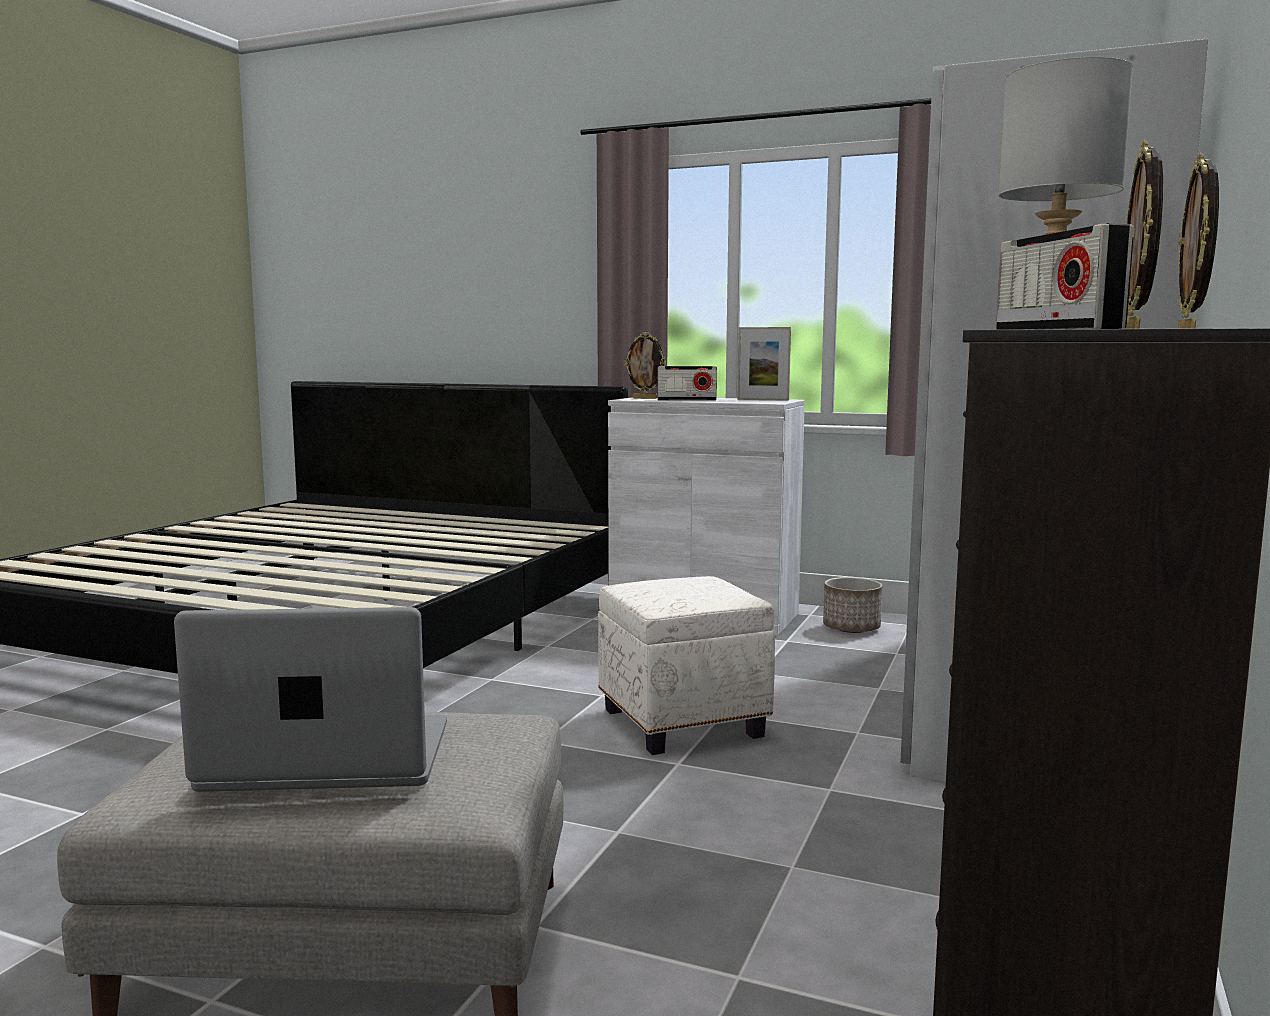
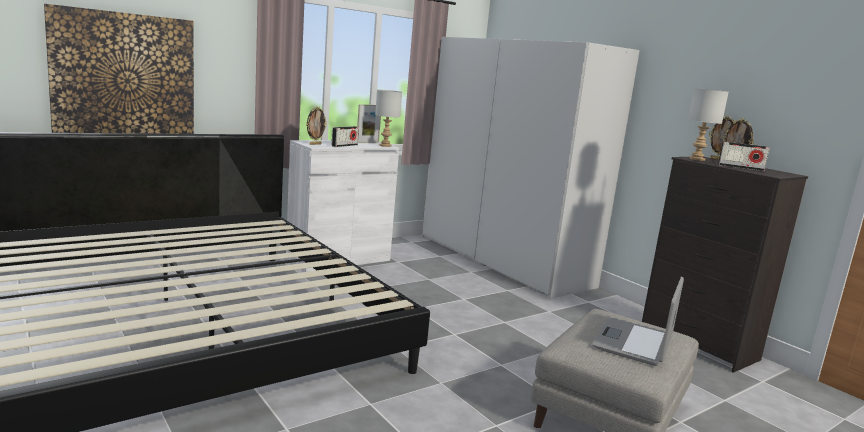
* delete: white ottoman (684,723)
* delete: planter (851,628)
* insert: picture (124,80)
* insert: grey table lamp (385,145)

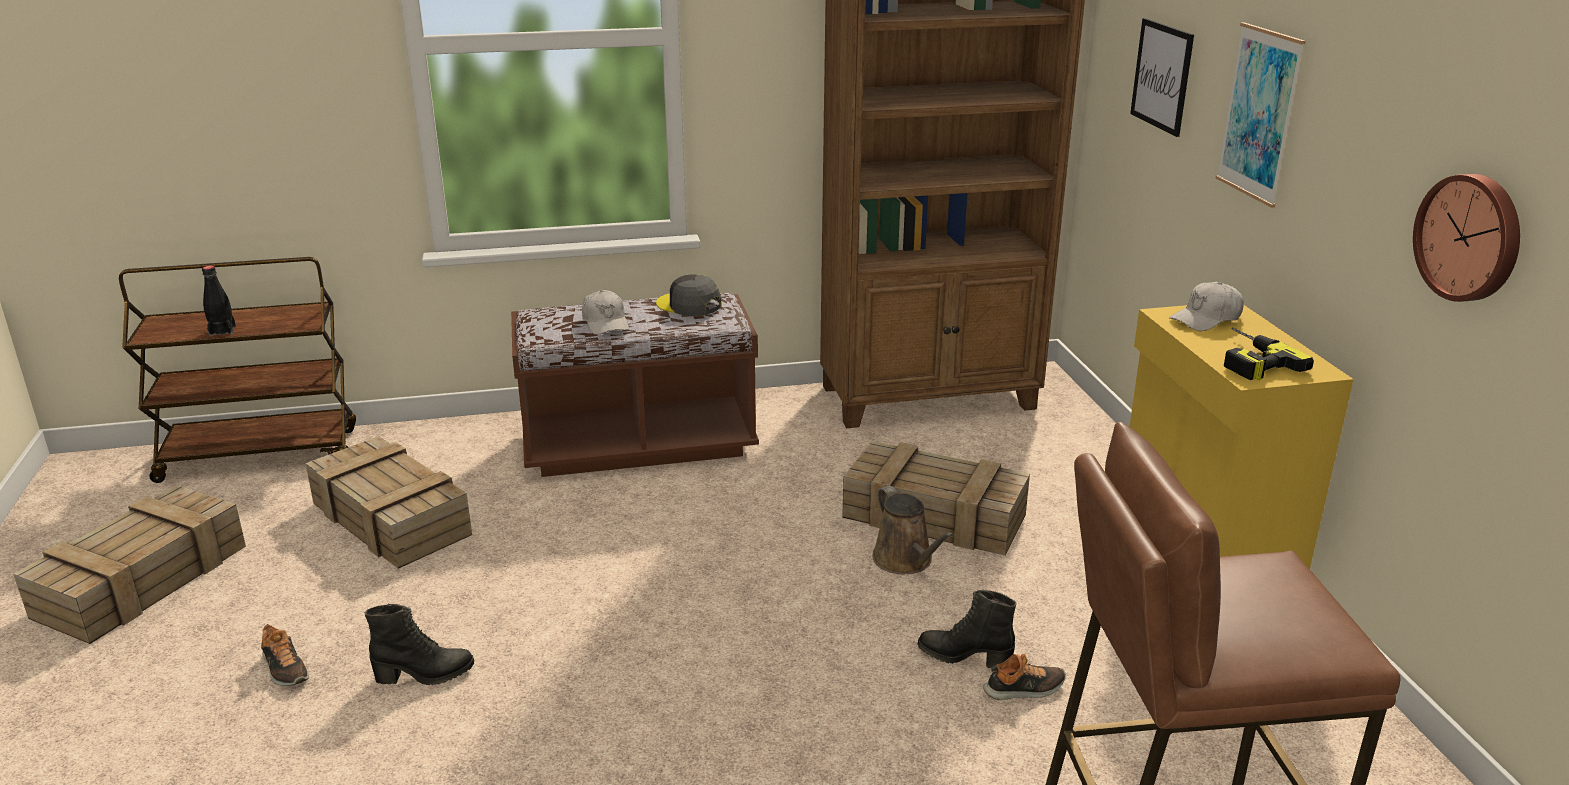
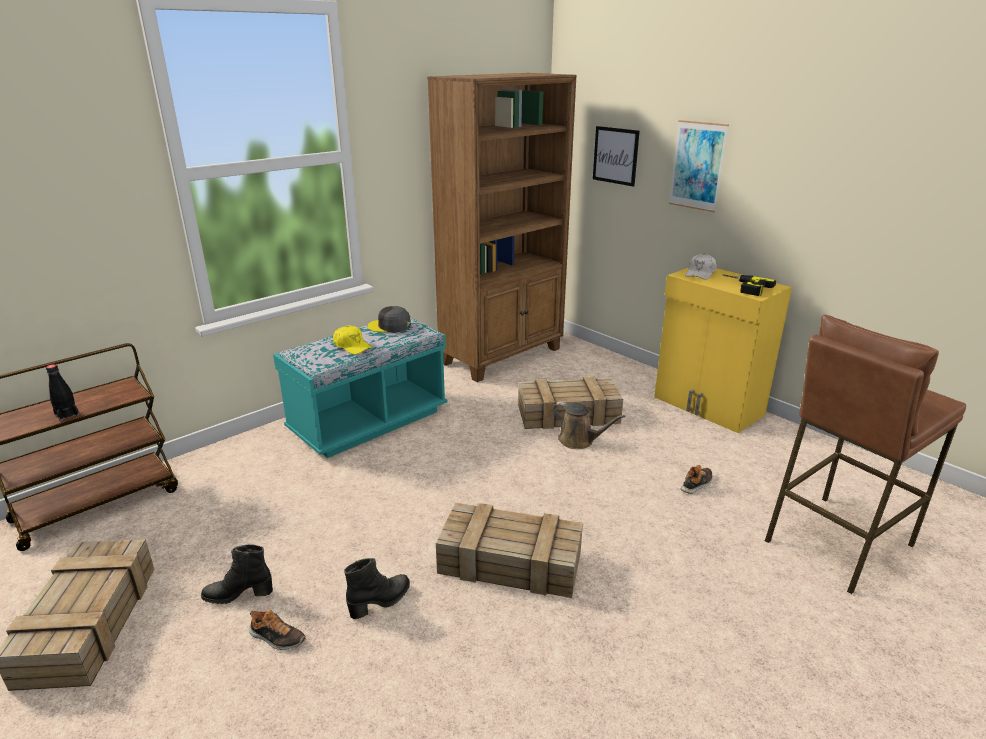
* move: crate (388,518) to (507,562)
* recolor: brown bench (639,444) to turquoise bench (369,422)
* recolor: white cap (606,322) to yellow cap (352,346)
* move: black boot (964,657) to (238,594)
* delete: wall clock (1470,237)

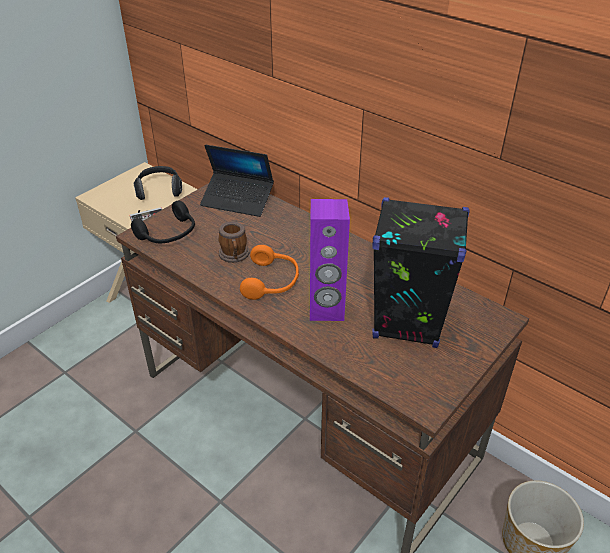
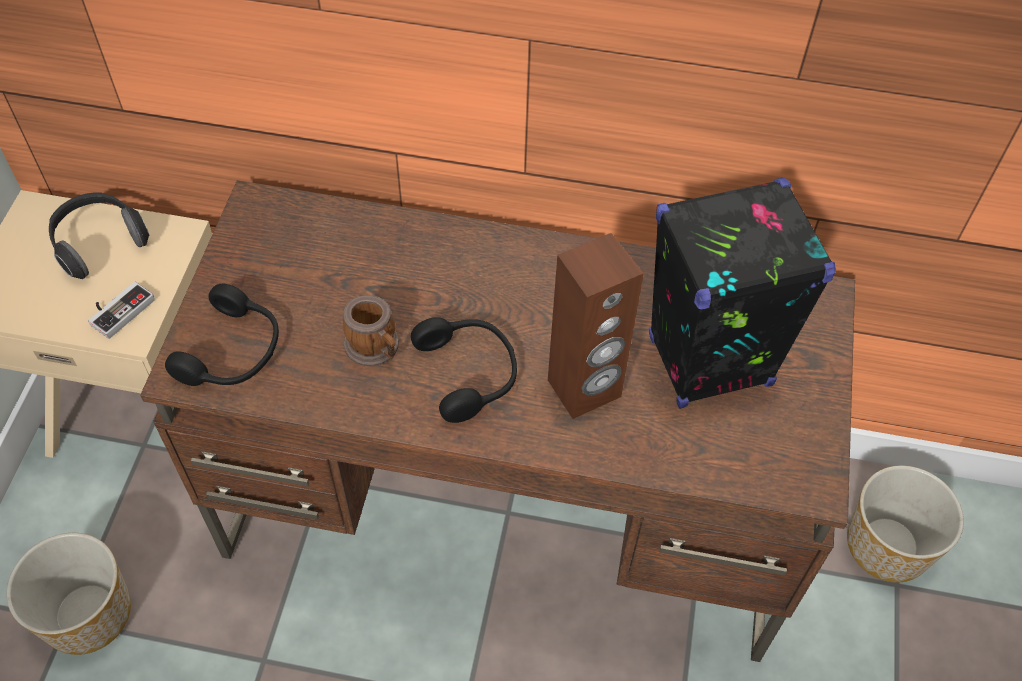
* delete: laptop (237,200)
* recolor: orange headphones (272,281) to black headphones (469,373)
* recolor: purple speaker (326,310) to brown speaker (584,389)
* insert: planter (86,613)

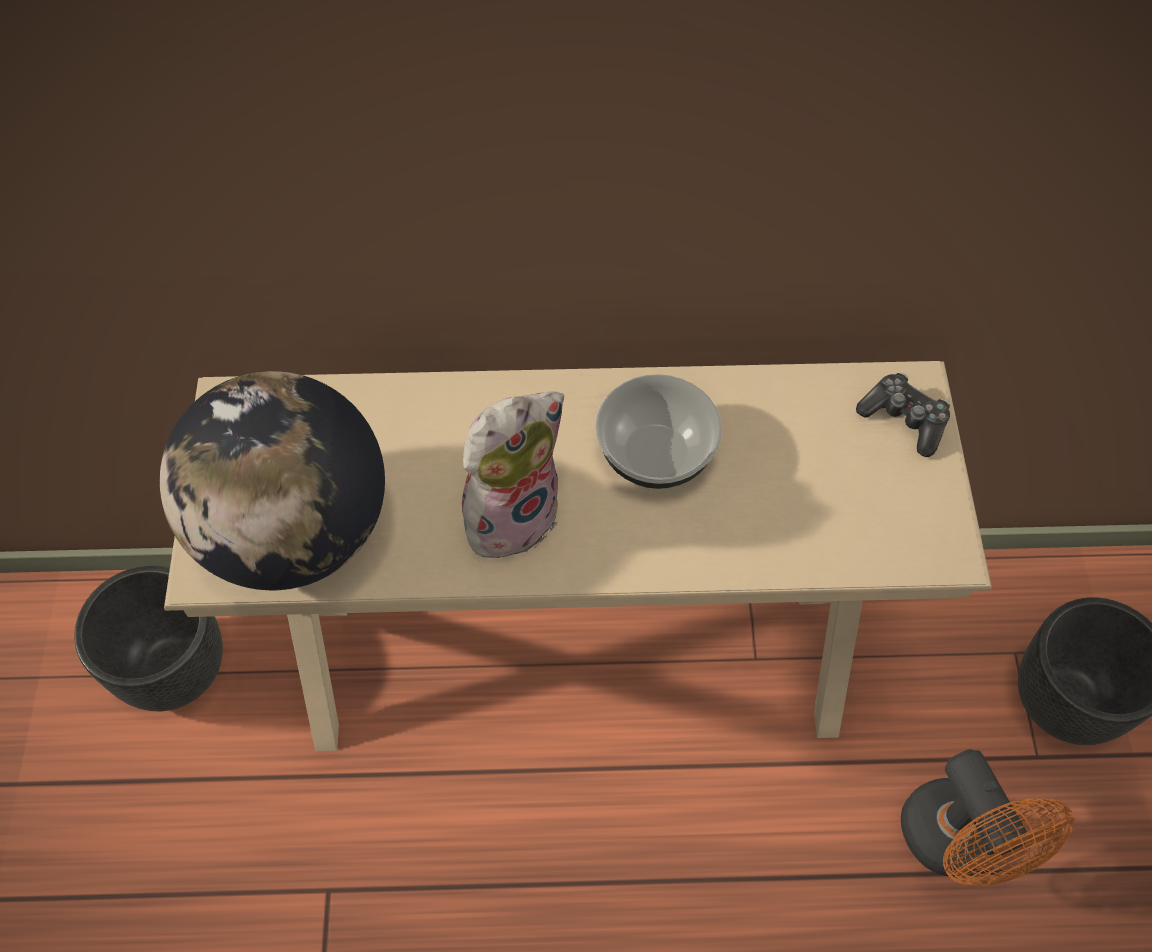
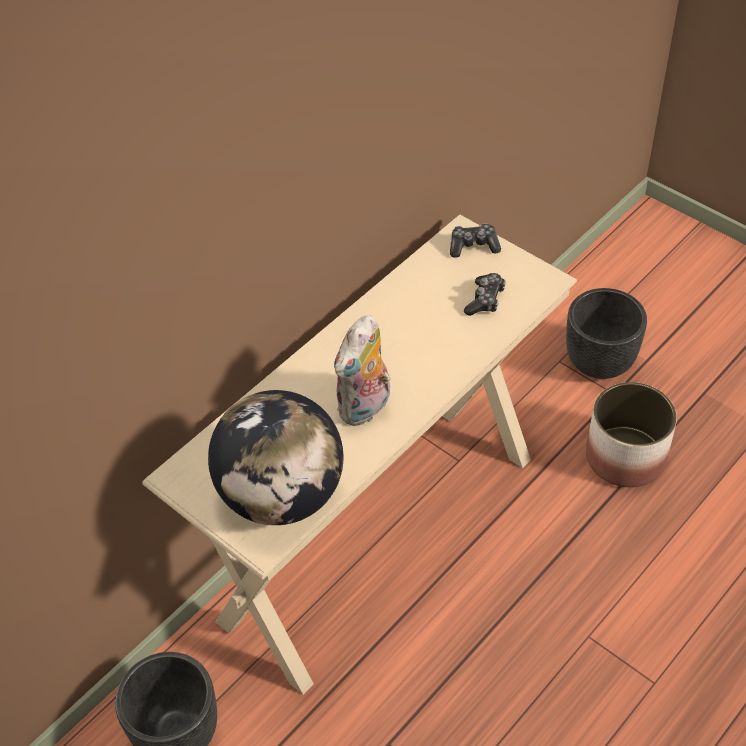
* rotate: plush toy (511,513) = (365,408) 150 degrees counterclockwise
* delete: bowl (654,453)
* replace: orange fan (957,845) to planter (625,456)
* insert: game controller (485,300)

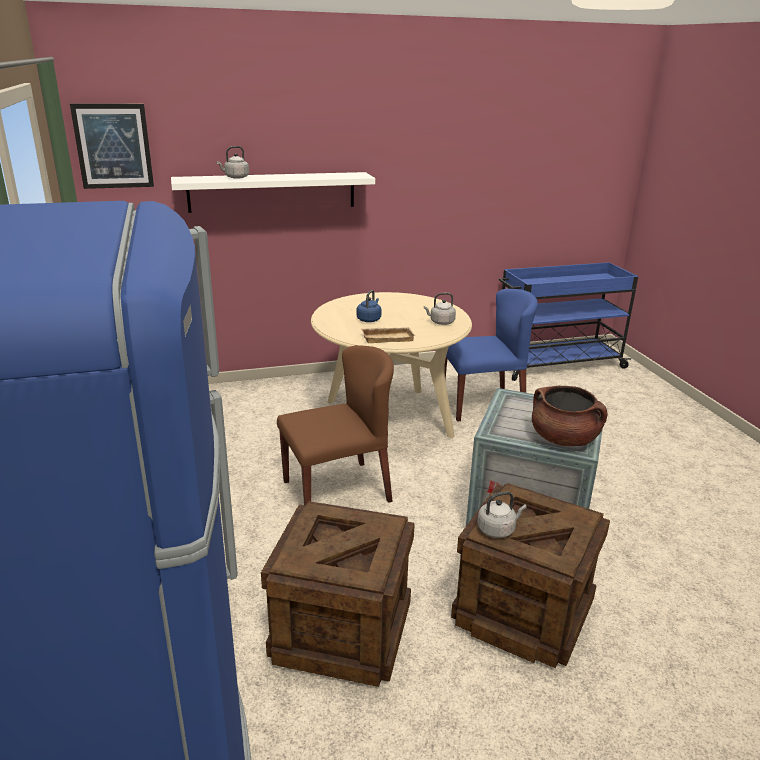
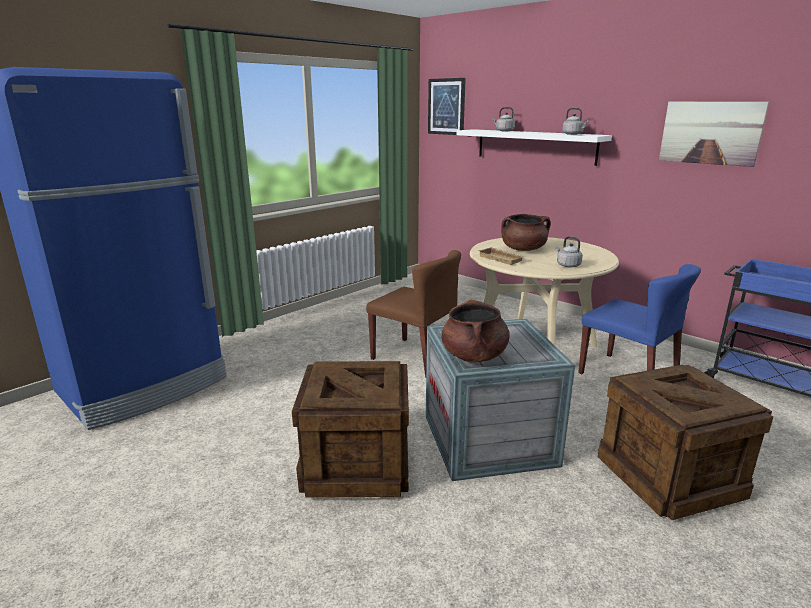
* move: crate (343,630) to (670,477)
* replace: blue kettle (369,319) to brown cooking pot (523,249)
* move: grey kettle (497,529) to (573,134)
* insert: picture (710,133)

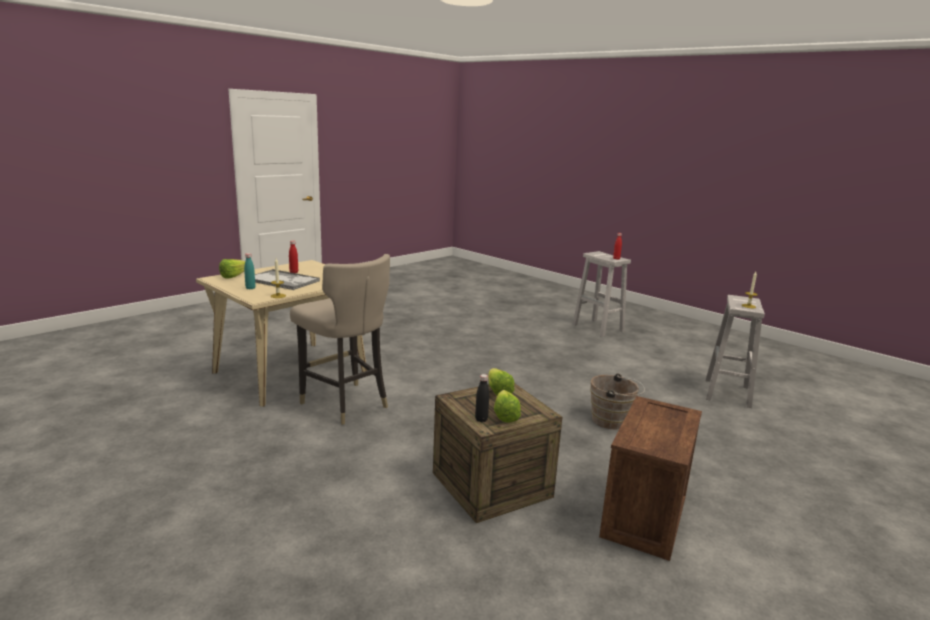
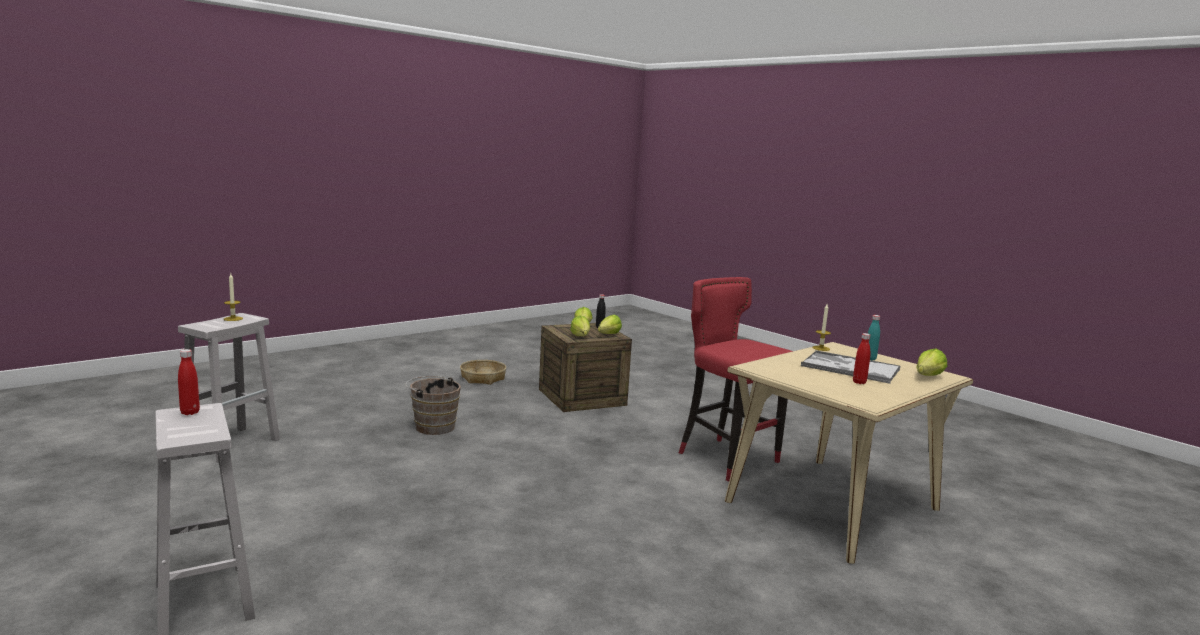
* recolor: beige stool (345,403) to red stool (728,459)
* replace: crate (645,518) to basket (482,378)
* insert: lettuce (606,335)

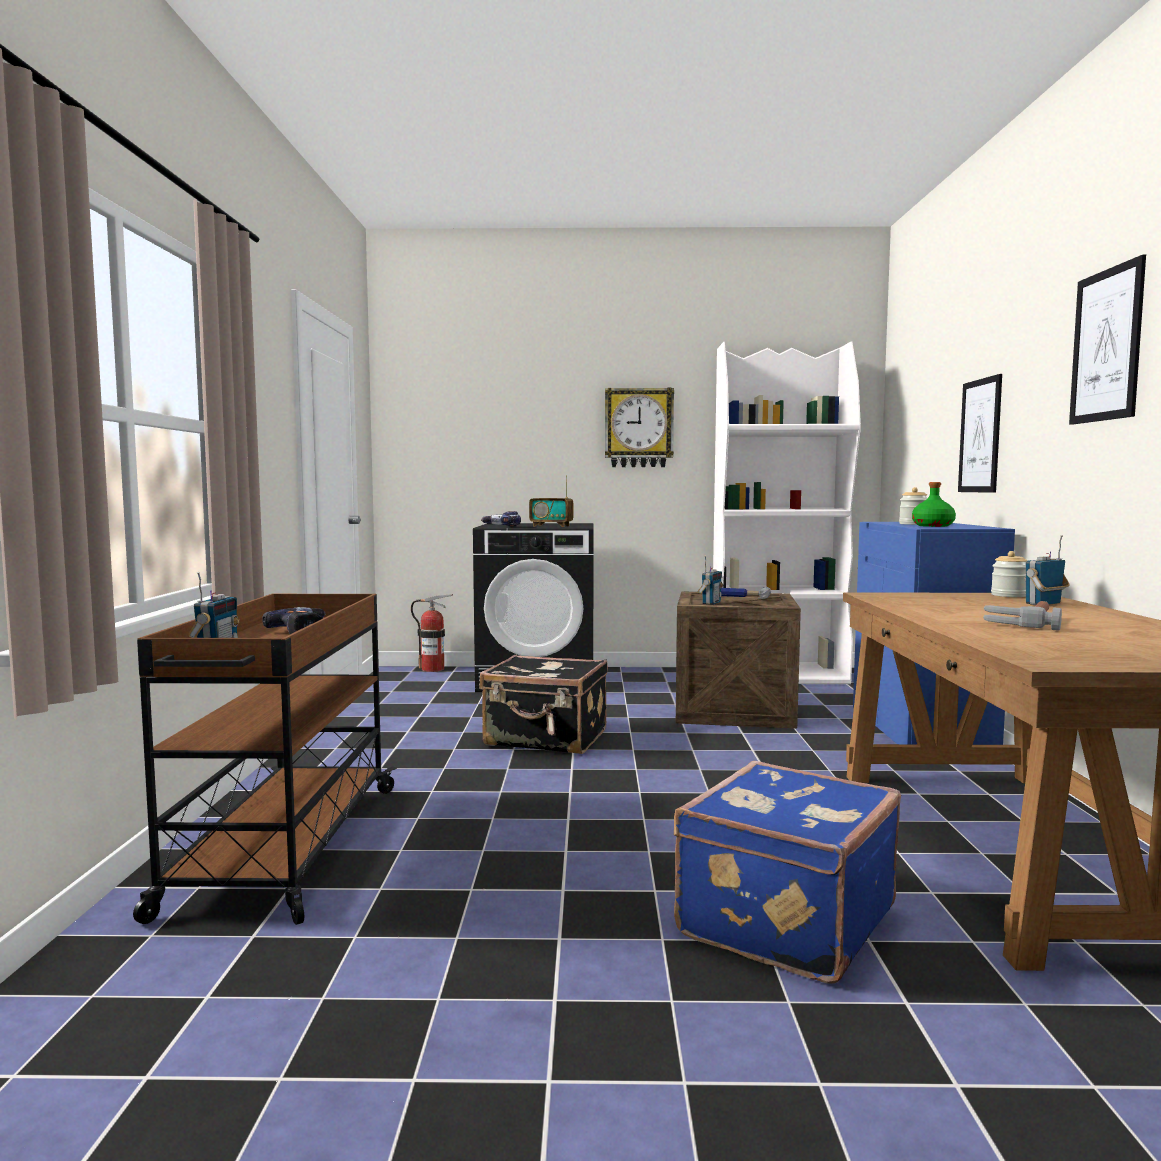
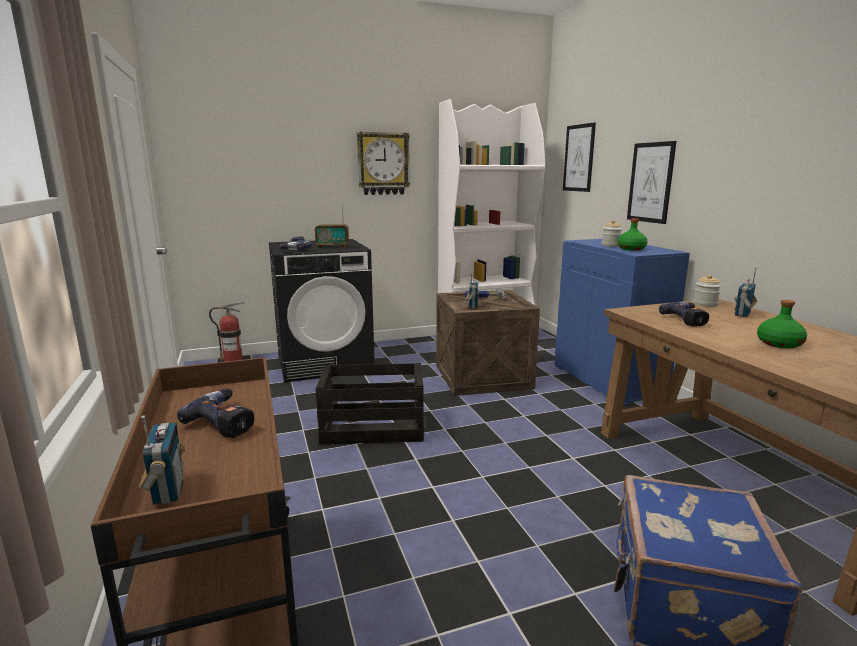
* replace: black suitcase (546,739) to crate (374,428)
* replace: hammer (1024,622) to green bottle (778,343)
* move: picture (1106,345) to (579,158)
* insert: power drill (688,320)

